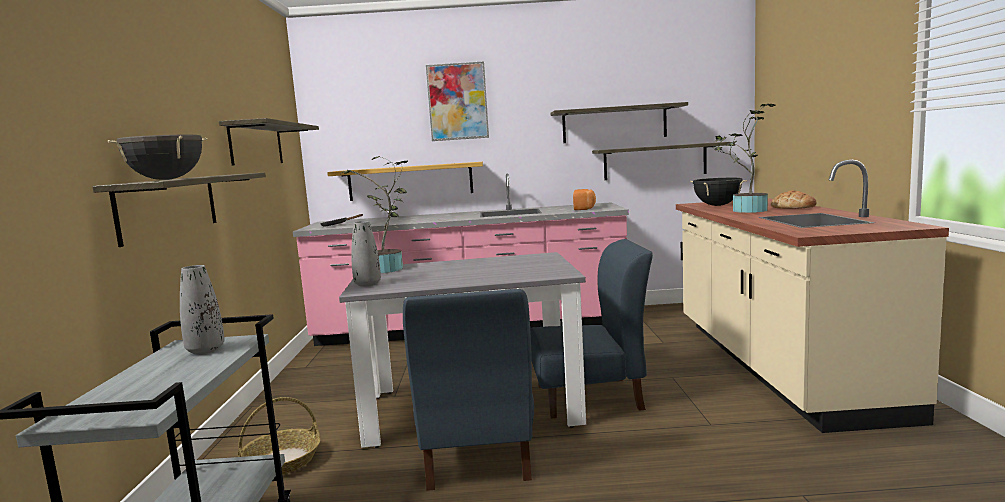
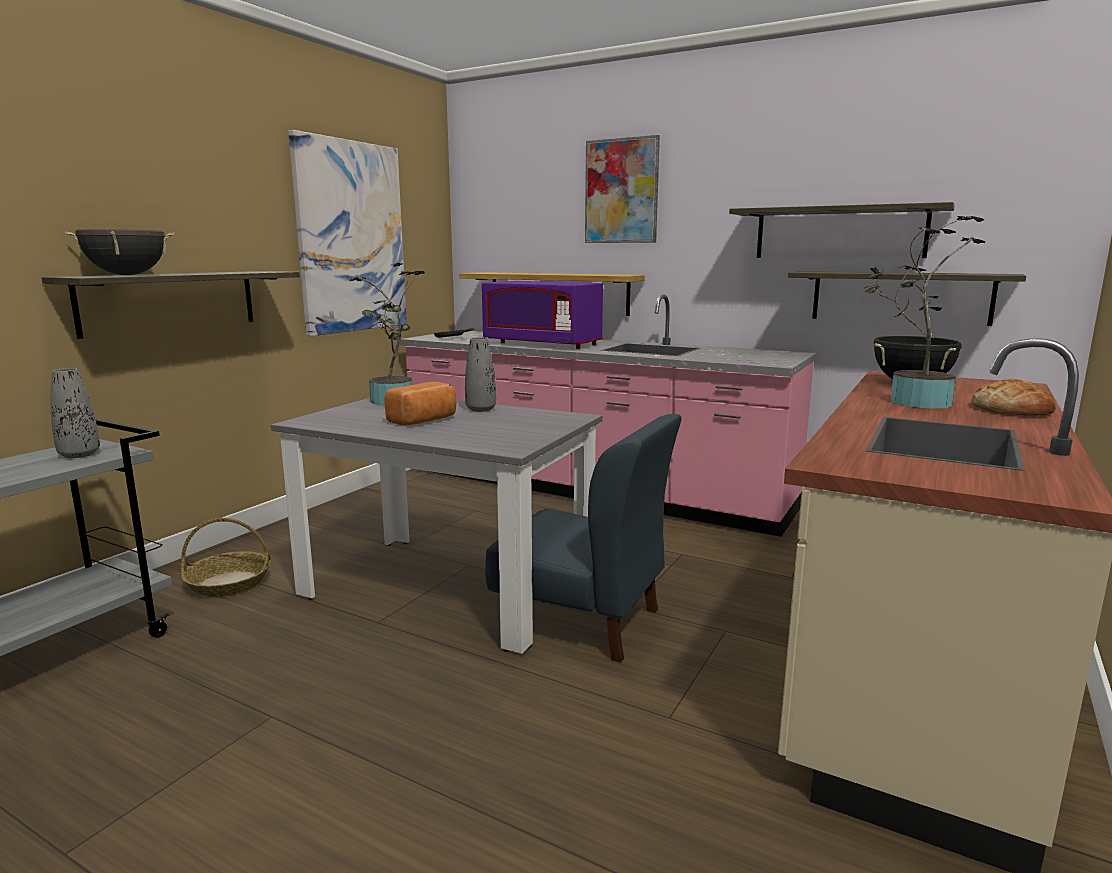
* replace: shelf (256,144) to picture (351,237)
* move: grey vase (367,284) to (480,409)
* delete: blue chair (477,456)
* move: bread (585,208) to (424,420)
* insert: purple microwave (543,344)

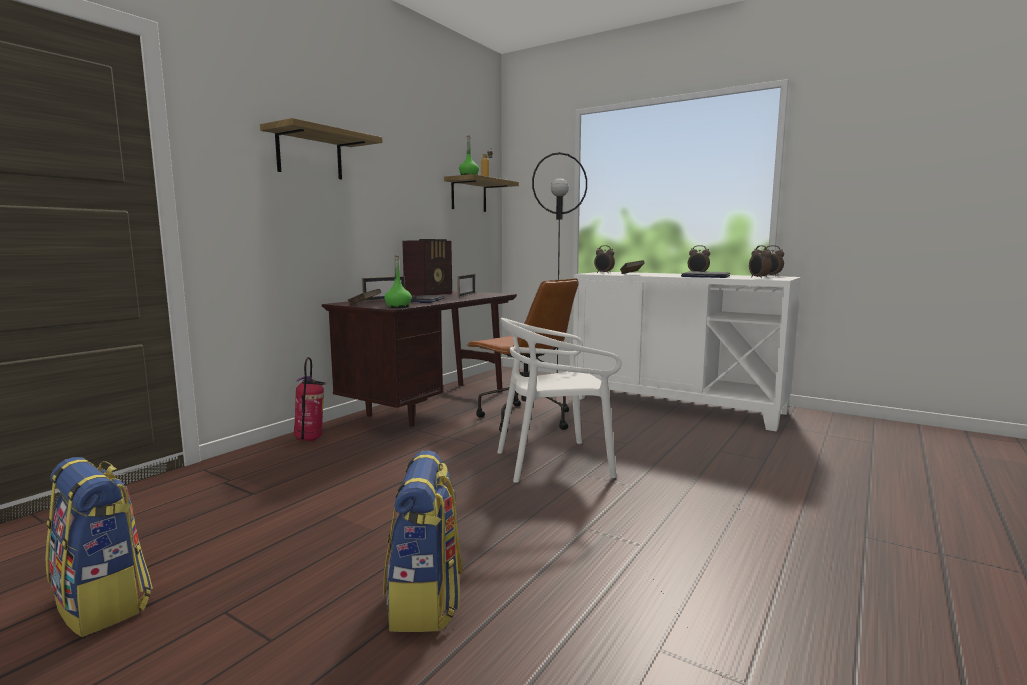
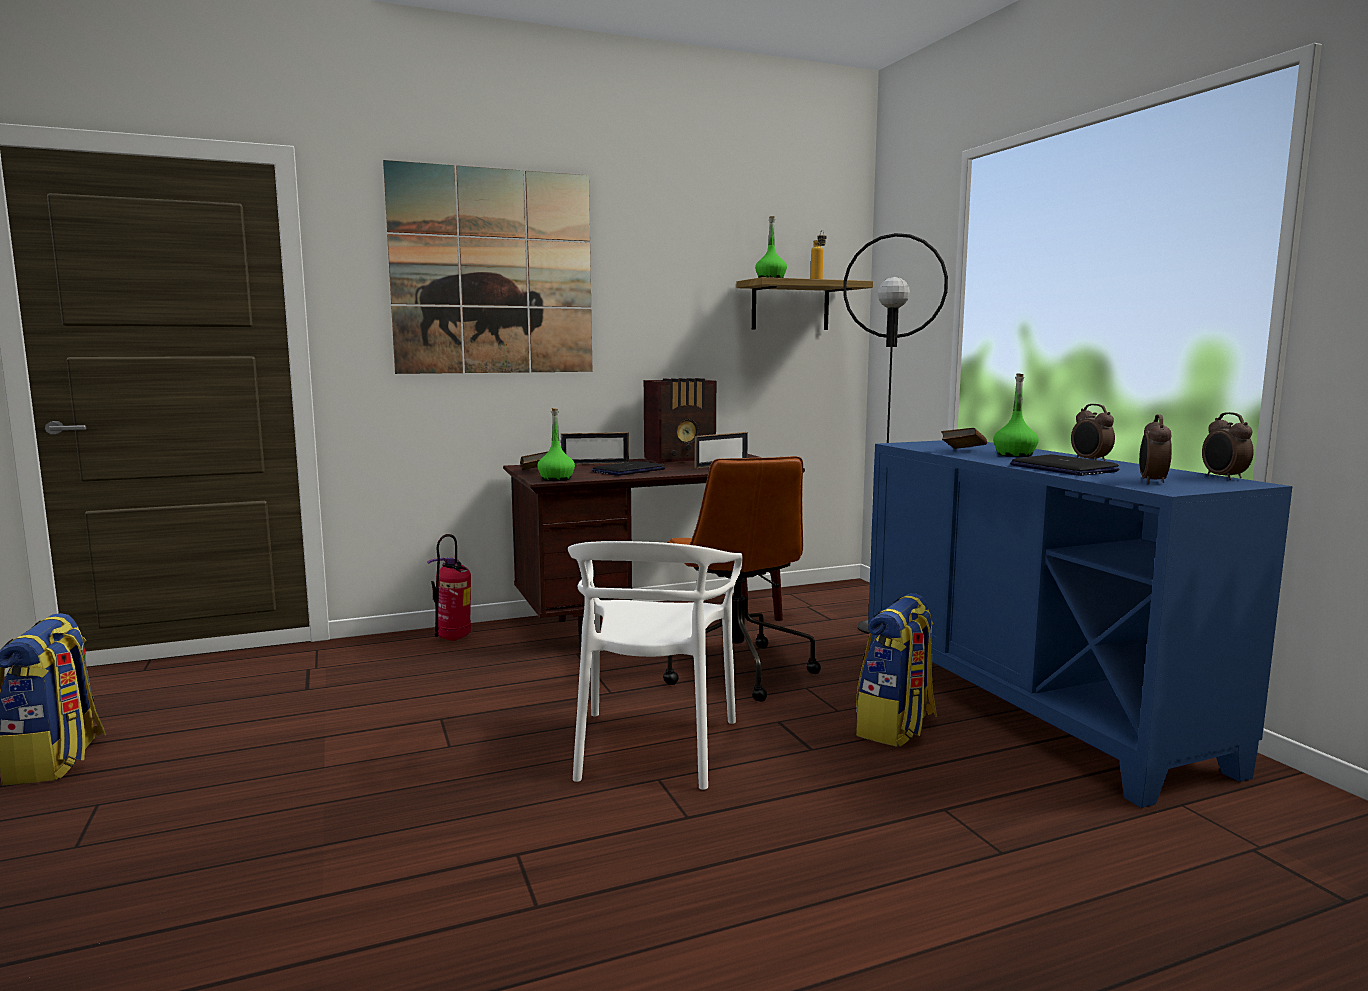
* replace: shelf (309,154) to picture (493,272)
* move: backpack (426,601) to (896,728)
* rotate: white chair (554,462) = (652,747) 105 degrees counterclockwise
* recolor: white cabinet (676,405) to blue cabinet (1031,705)
* delete: alarm clock (604,273)
* insert: green bottle (1014,455)

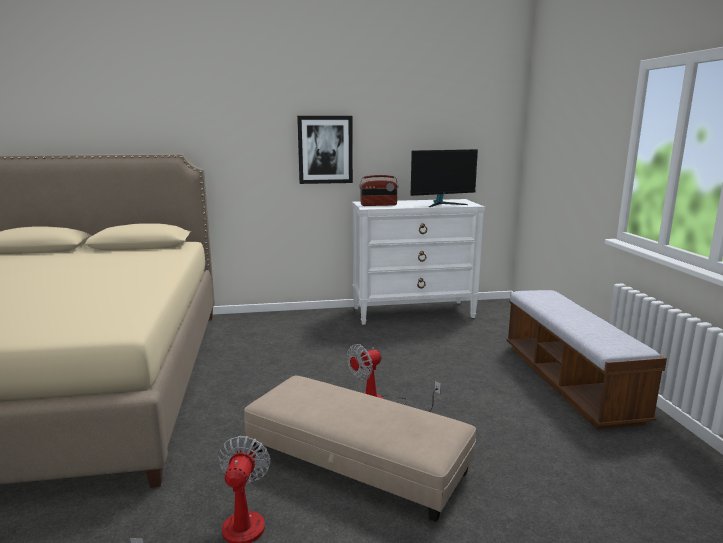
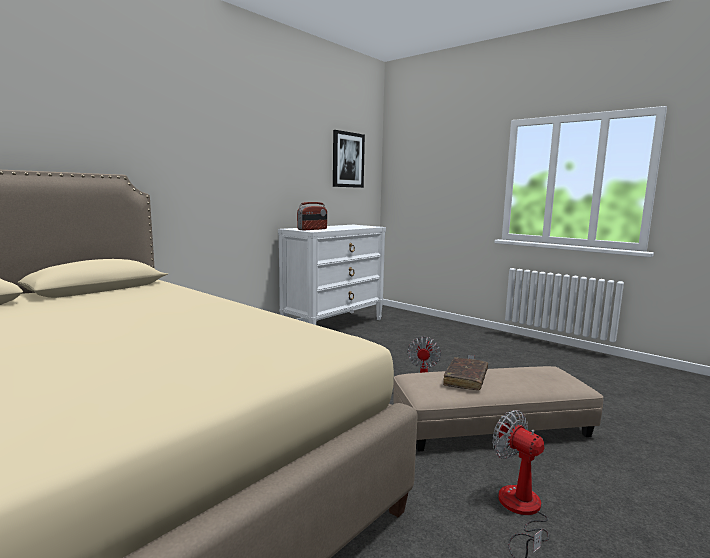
* move: picture (325,149) to (347,160)
* delete: monitor (442,204)
* delete: bench (568,381)
* insert: brown book (465,379)

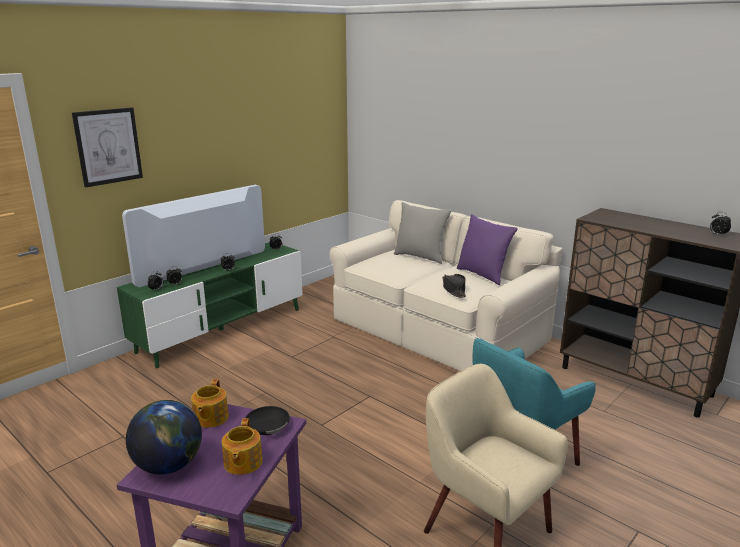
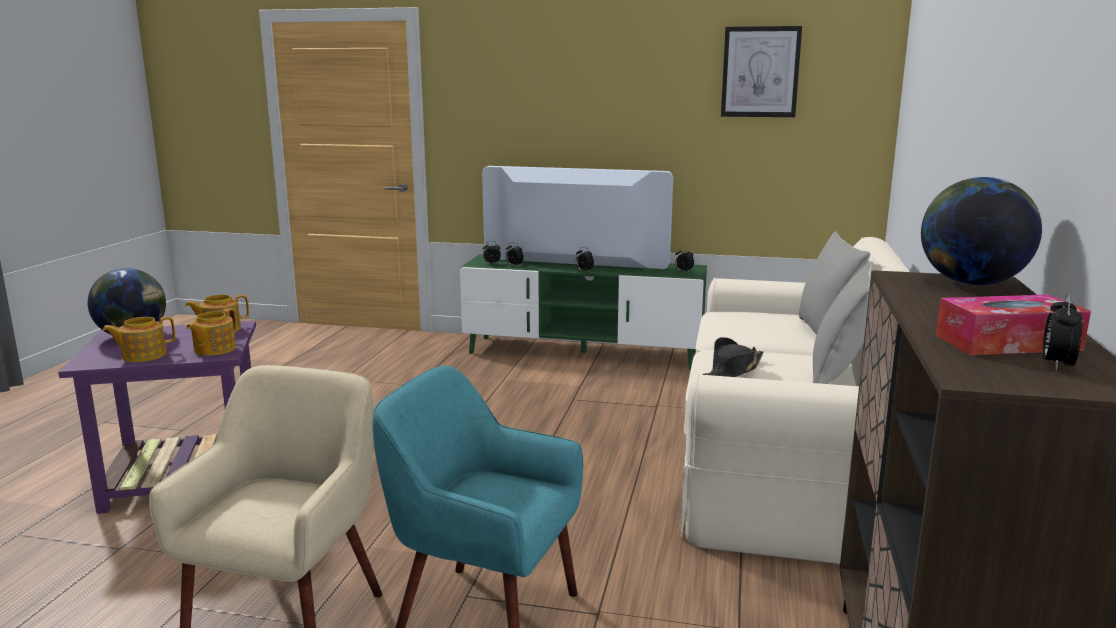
* move: picture (108,146) to (760,72)
* replace: black bowl (267,427) to teapot (214,349)
* recolor: purple pillow (483,275) to grey pillow (839,378)
* insert: globe (971,283)
* insert: tissue box (1007,343)

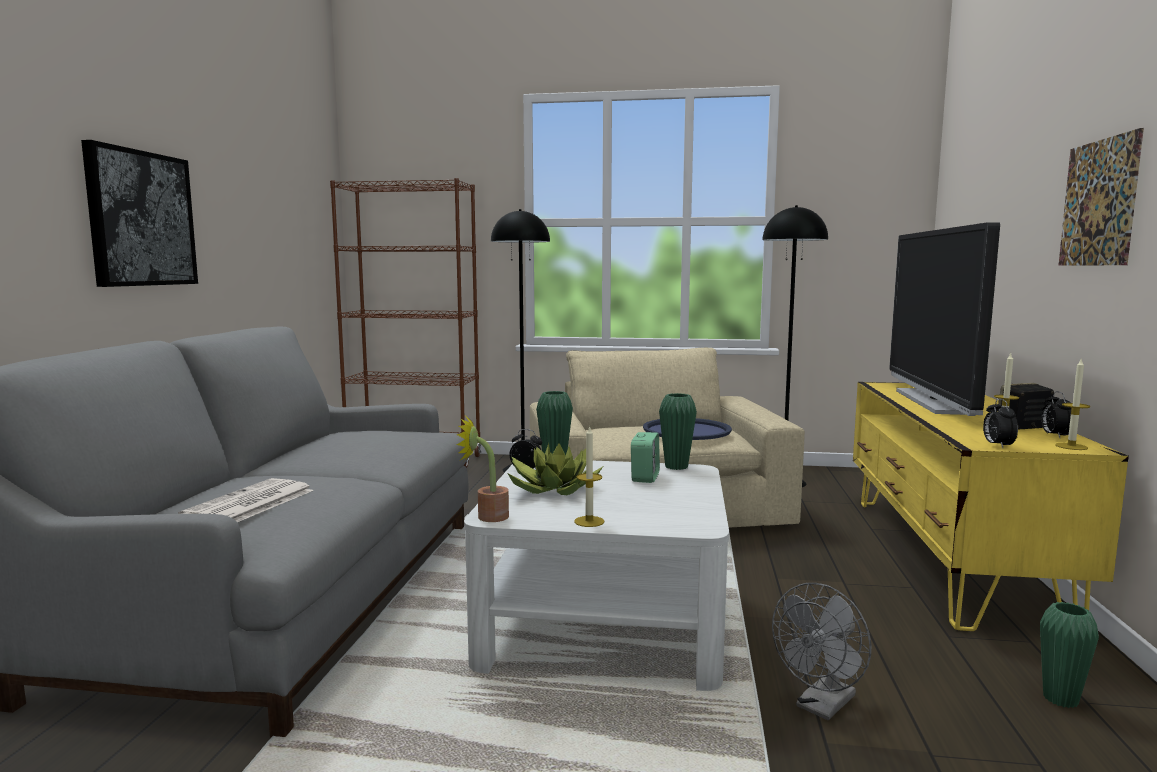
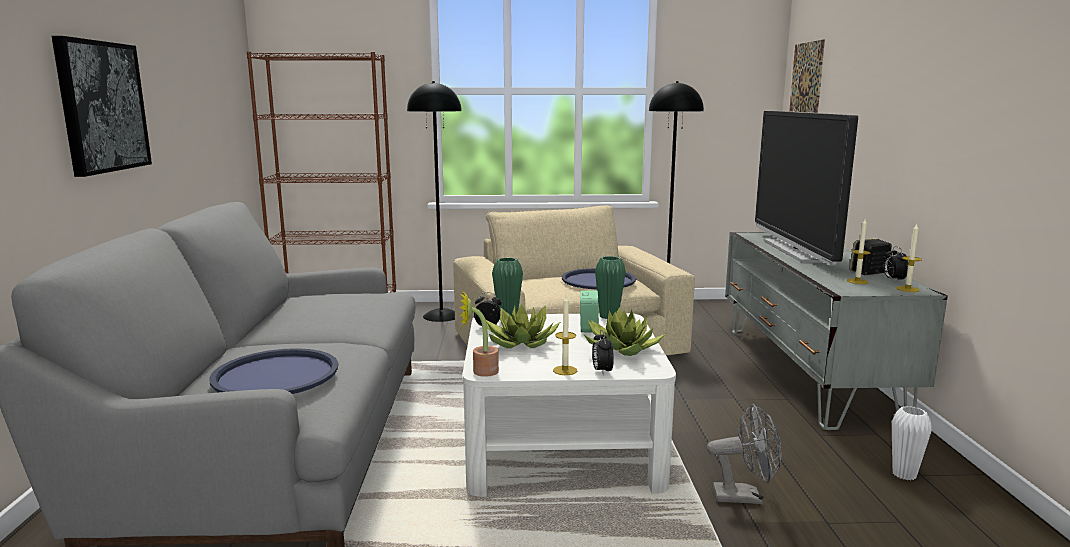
* replace: newspaper (249,504) to blue tray (276,375)
* rotate: grey fan (821,706) = (745,496) 120 degrees counterclockwise
* recolor: yellow tv stand (947,556) to grey tv stand (806,372)
* move: alarm clock (997,446) to (601,371)
* recolor: green vase (1060,699) to white vase (904,474)
* move: picture (1098,203) to (806,77)
* insert: potted plant (622,349)

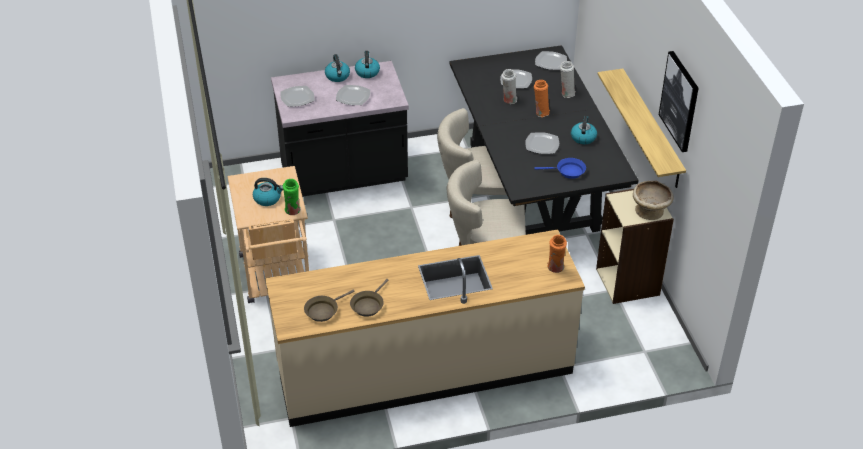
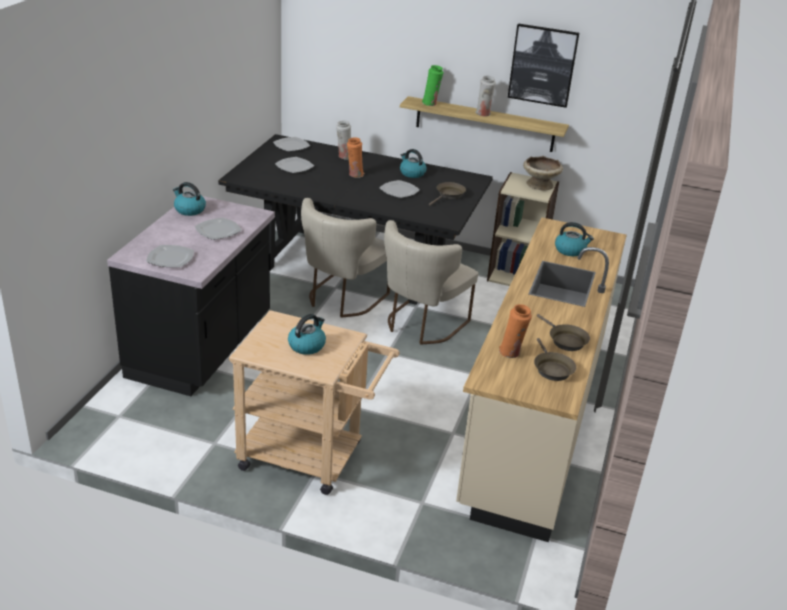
* move: green vase (293,211) to (431,104)
* move: kettle (338,76) to (570,250)
* move: white vase (509,100) to (483,114)
* recolor: blue frying pan (568,171) to brown frying pan (449,195)
* move: orange vase (555,268) to (511,353)

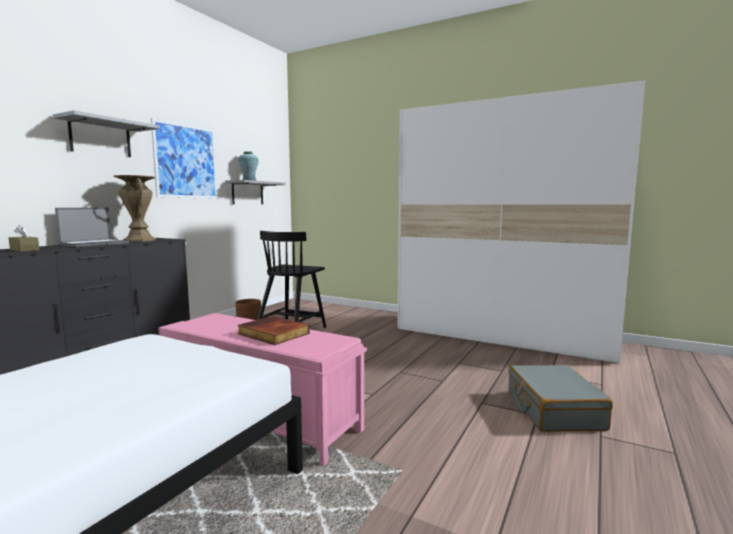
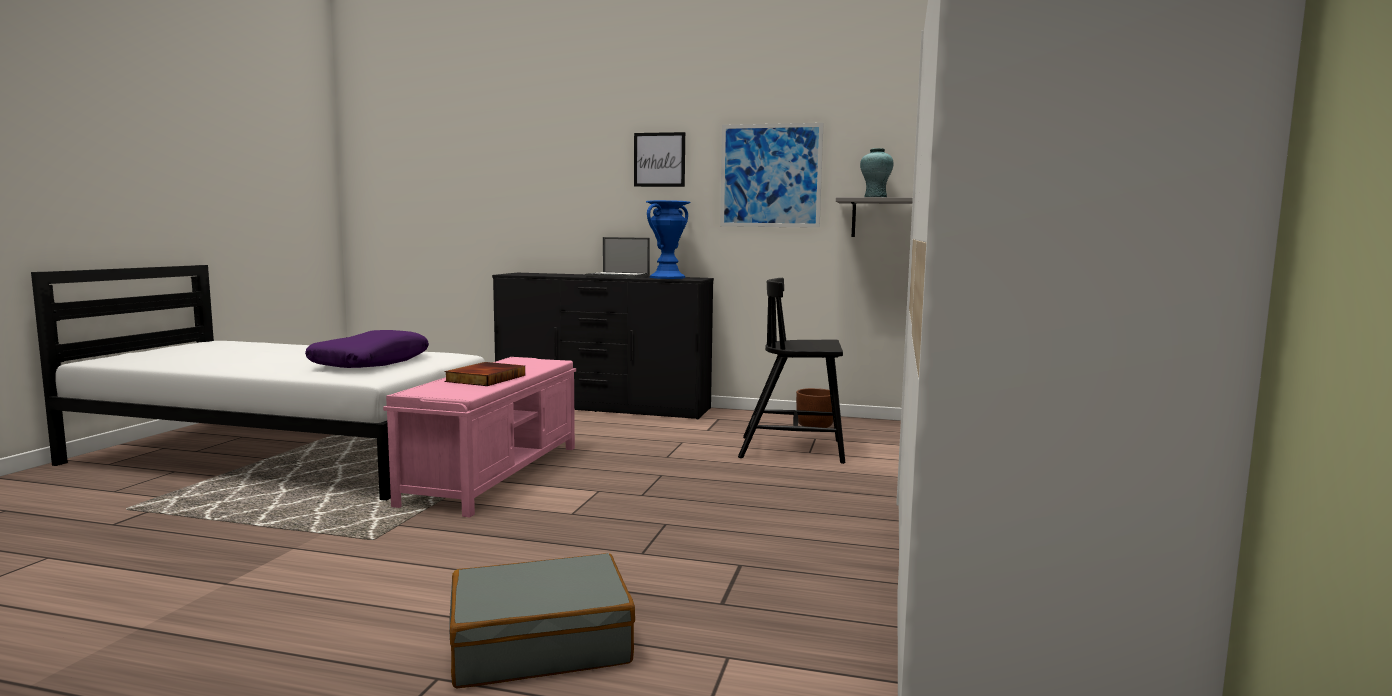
* delete: brown tissue box (24,250)
* replace: grey shelf (100,138) to picture (659,159)
* recolor: brown vase (139,240) to blue vase (667,277)
* insert: purple pillow (370,363)

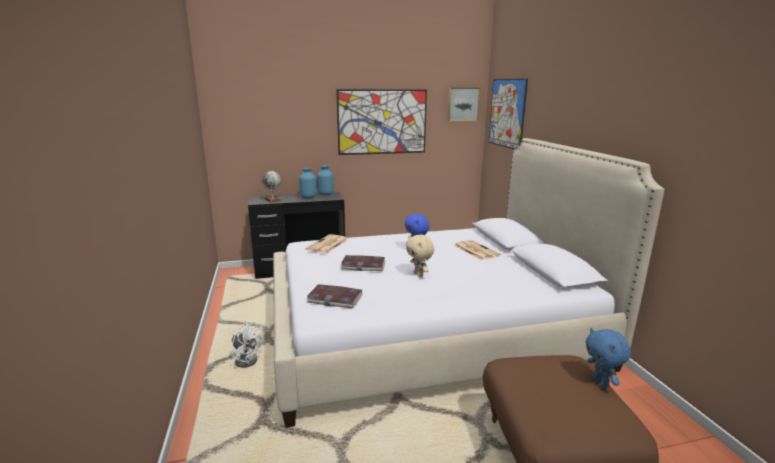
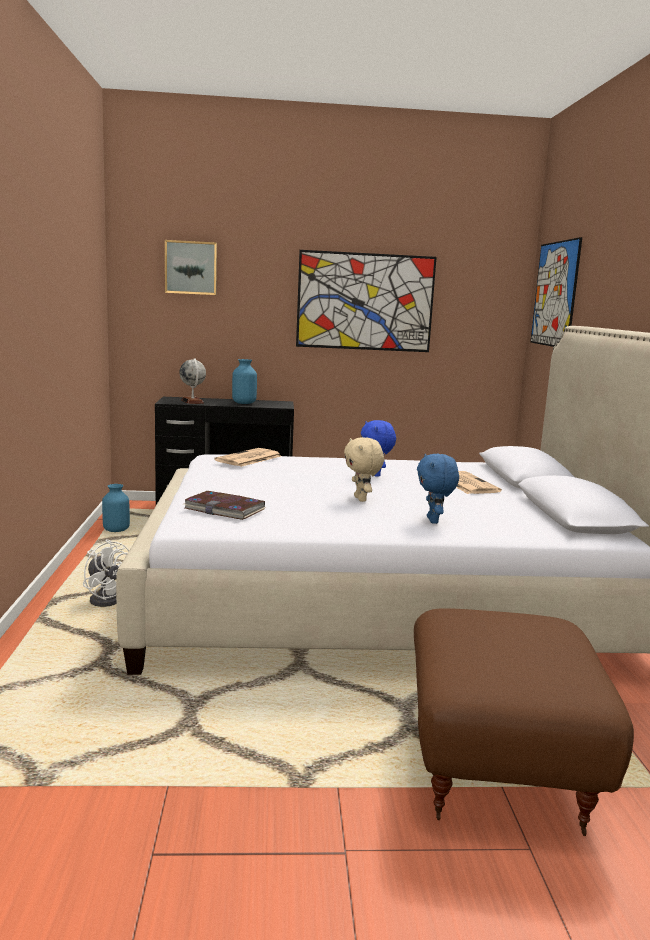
* move: blue vase (325,194) to (116,530)
* delete: book (363,265)
* move: picture (462,104) to (191,267)
* move: blue plush toy (601,383) to (434,521)

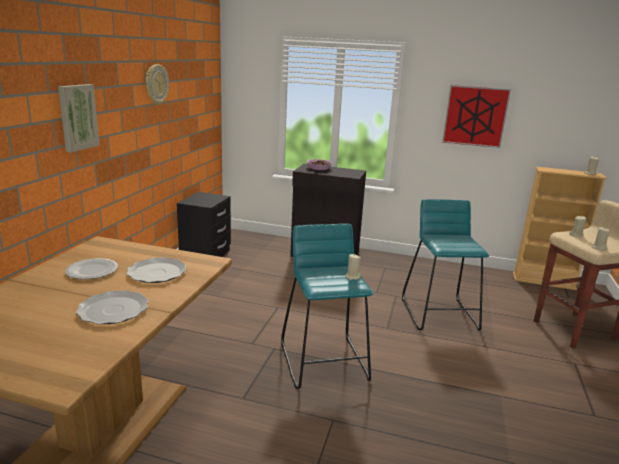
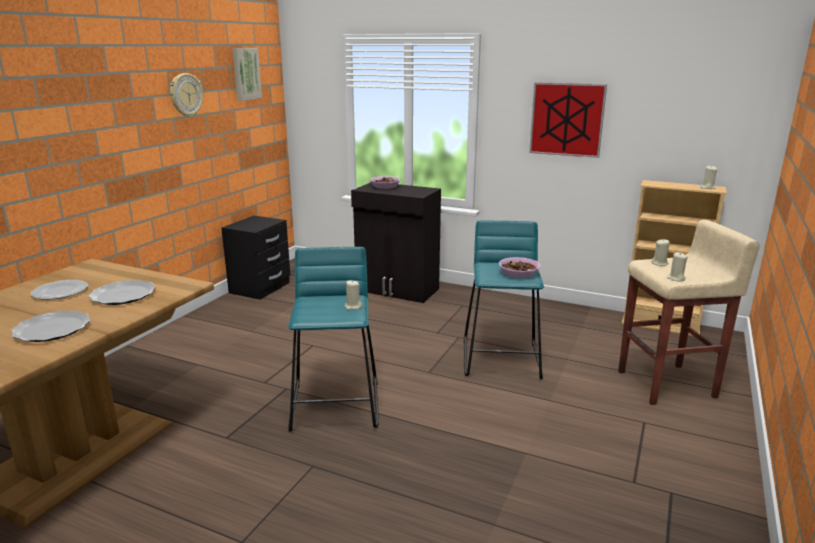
* move: picture (77,117) to (245,74)
* insert: bowl (518,273)

